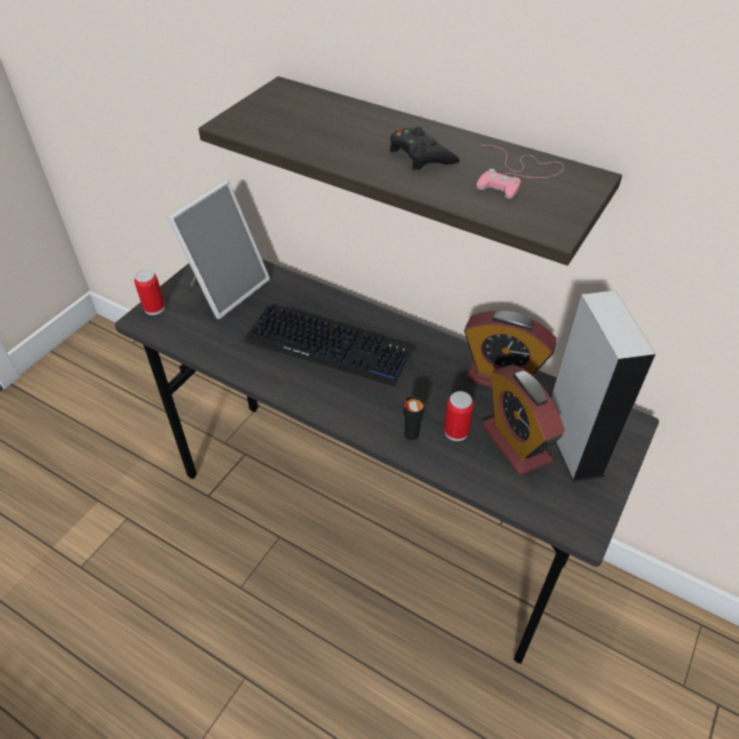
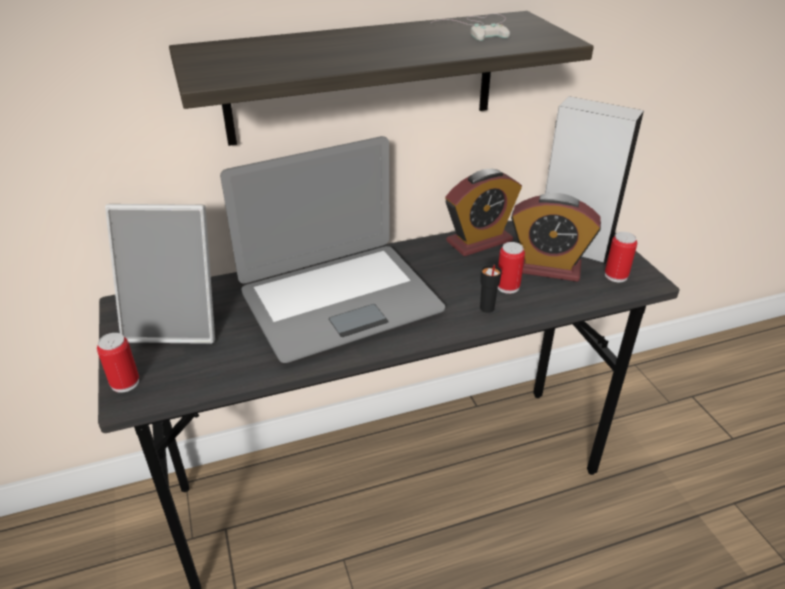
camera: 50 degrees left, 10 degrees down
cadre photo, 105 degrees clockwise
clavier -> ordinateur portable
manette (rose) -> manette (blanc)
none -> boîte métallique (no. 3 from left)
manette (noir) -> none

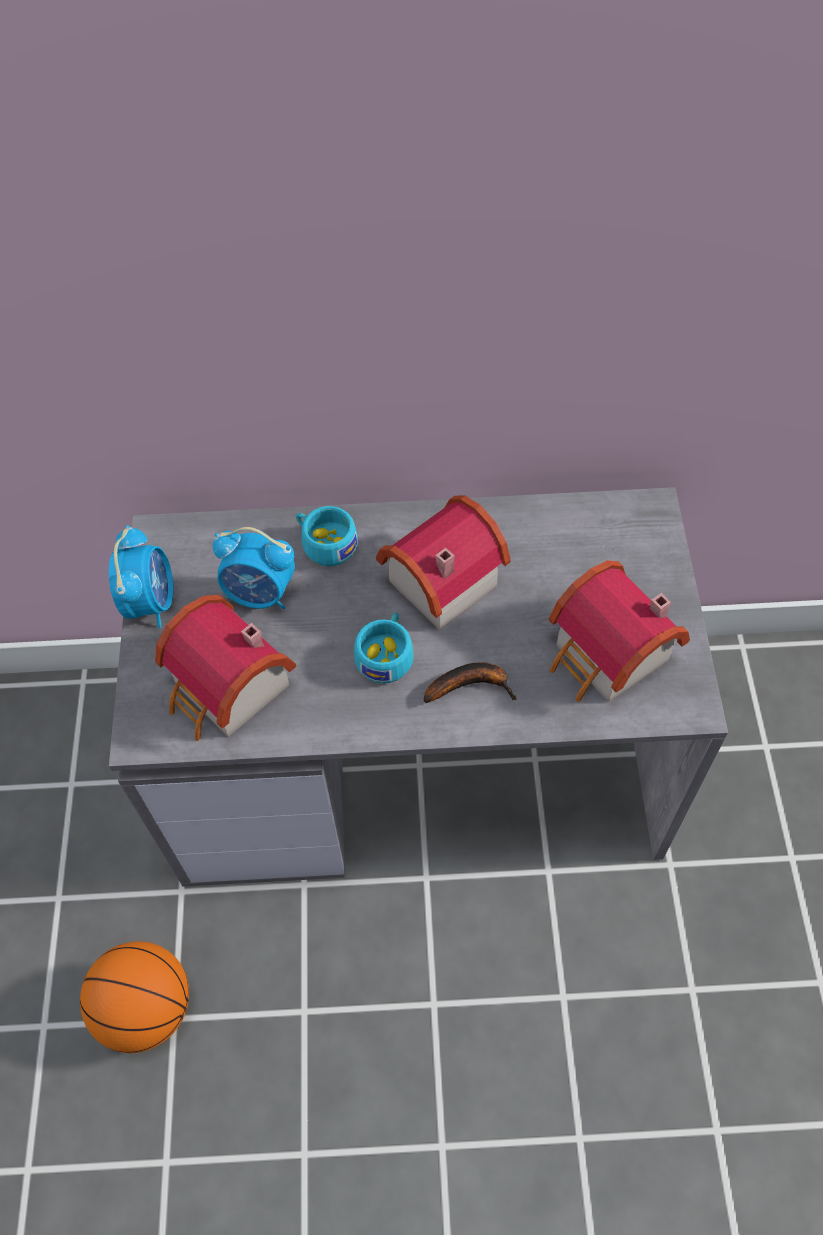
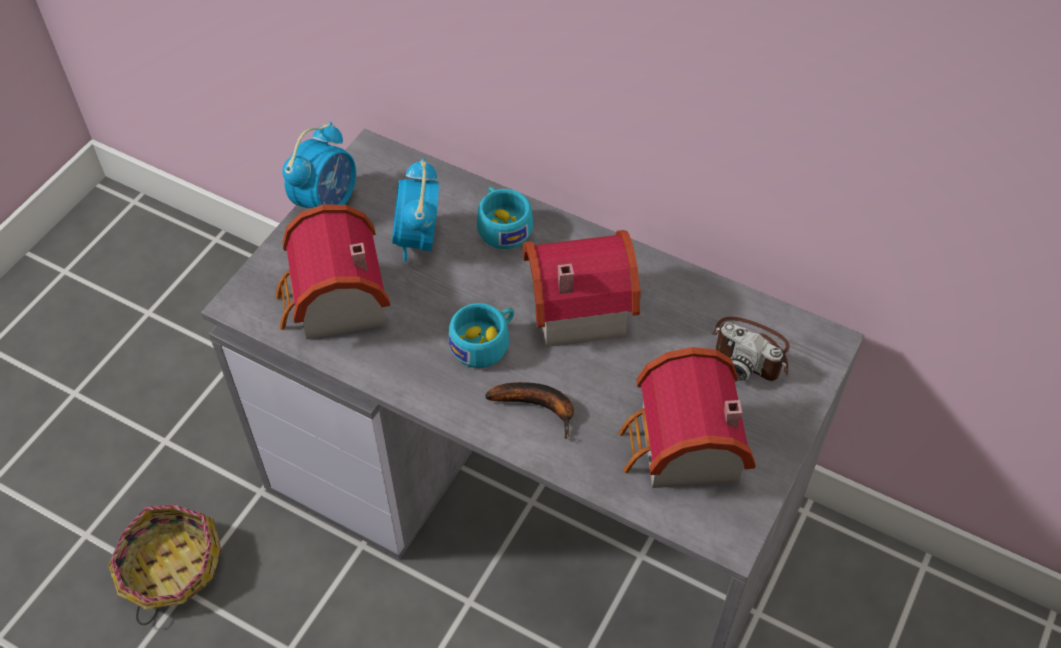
camera: 30 degrees right, 5 degrees down
ballon de basket -> panier
réveil (no. 2 from left), 45 degrees clockwise
none -> appareil photo

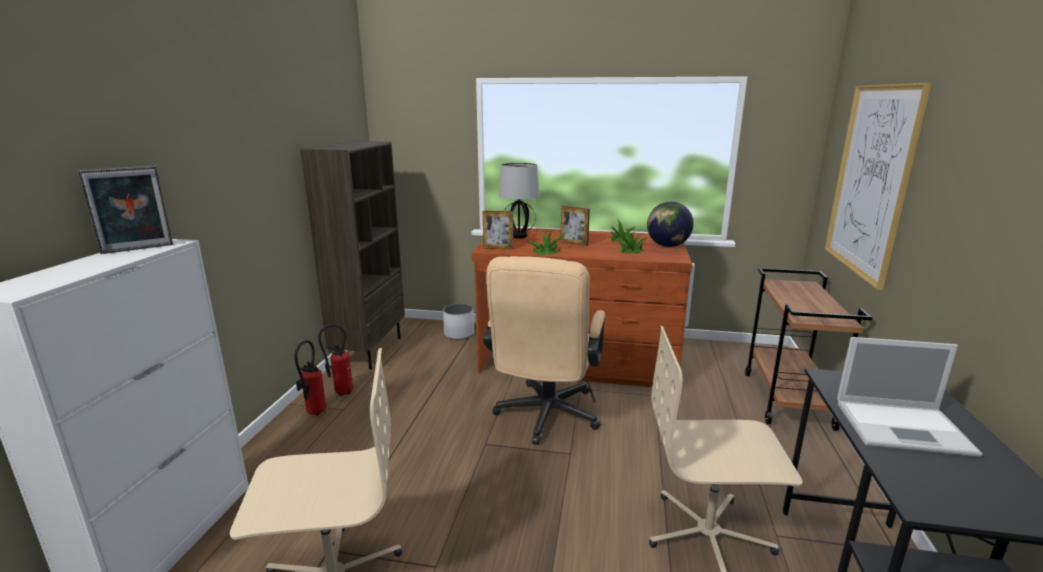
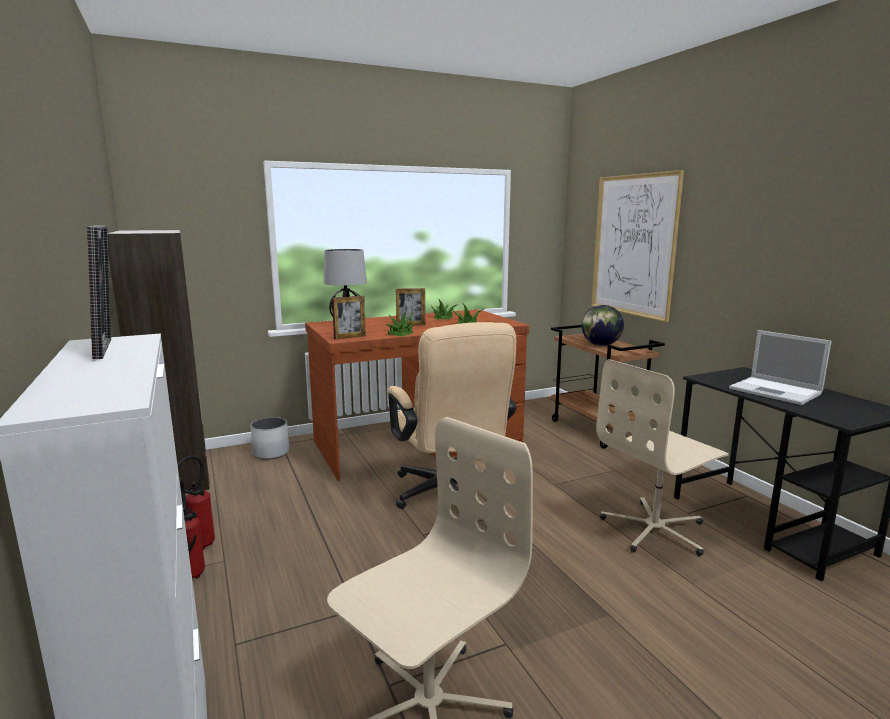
camera: 35 degrees left, 5 degrees down
cadre photo (no. 1 from left), 45 degrees counterclockwise
globe, shifted
ordinateur portable, 75 degrees clockwise

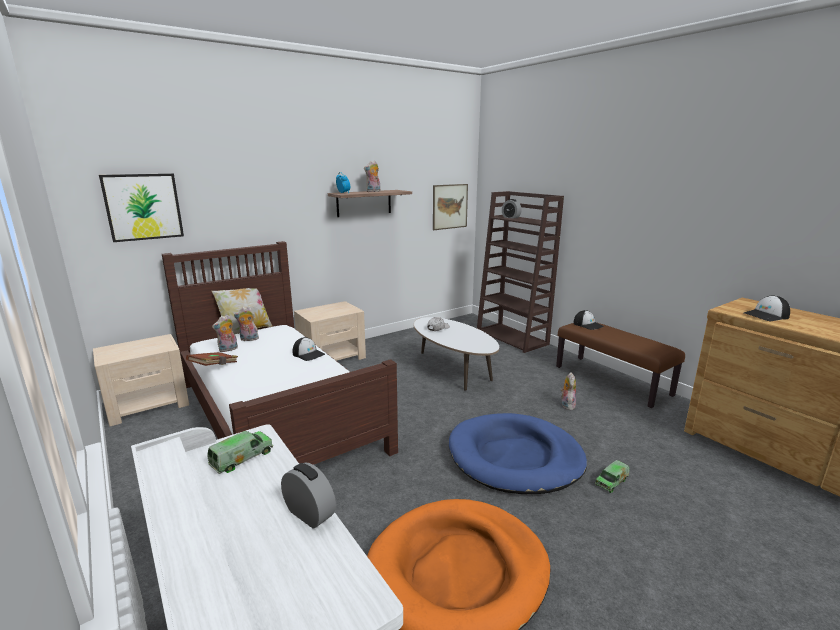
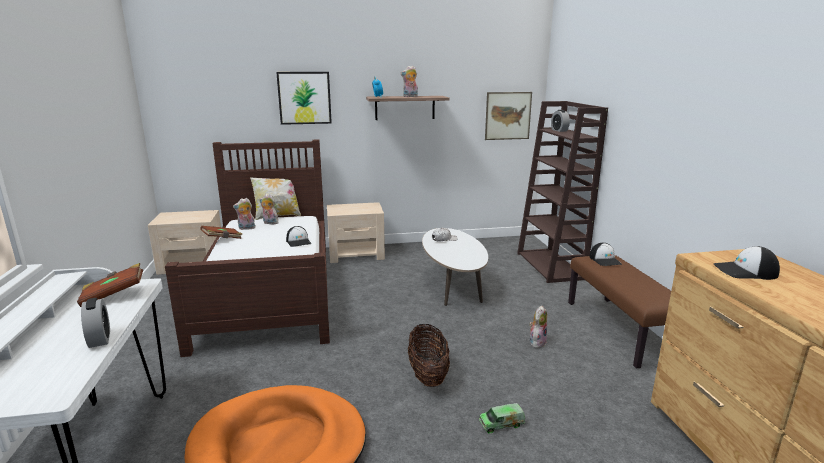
camera: 25 degrees right, 0 degrees up
camion jouet (no. 1 from left) -> livre (marron) (no. 1 from left)
tableau (no. 1 from left), shifted
panier pour chien (bleu) -> panier

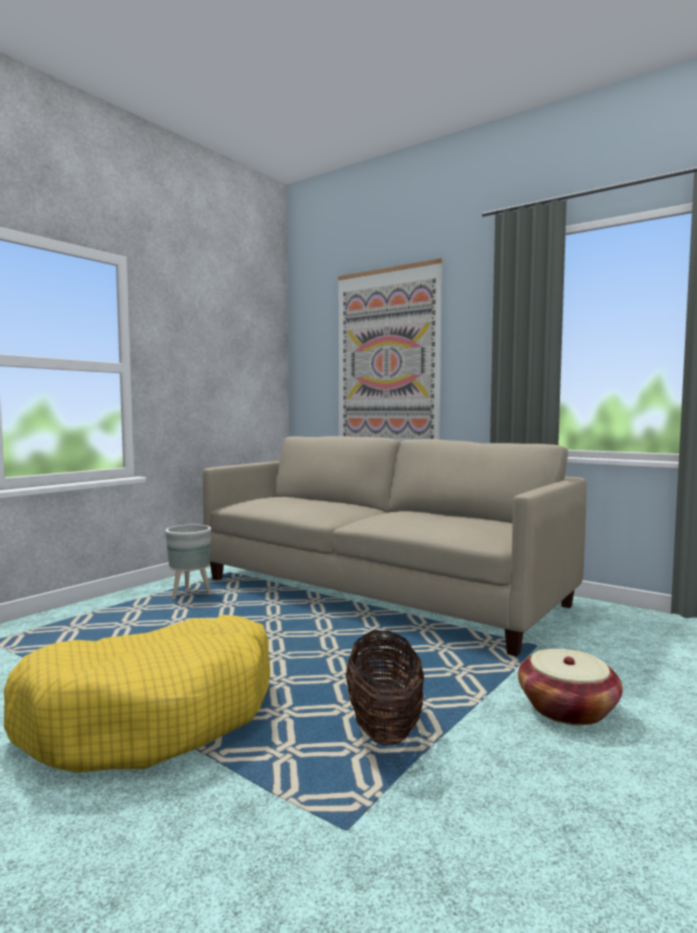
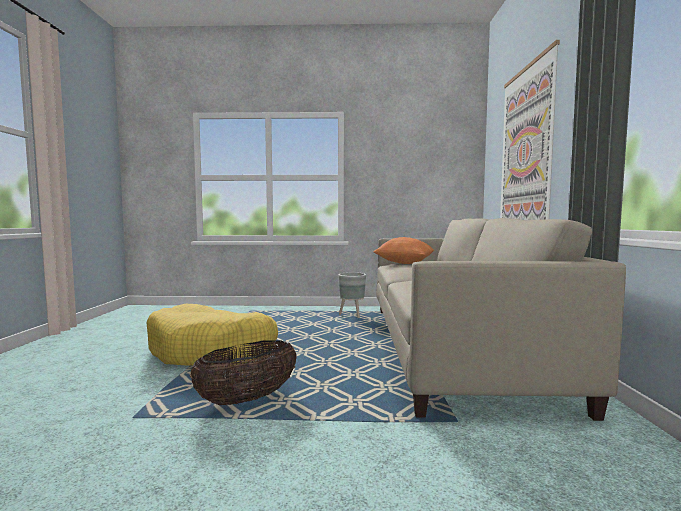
camera: 55 degrees right, 0 degrees up
none -> coussin (orange)
panier (no. 2 from left) -> none

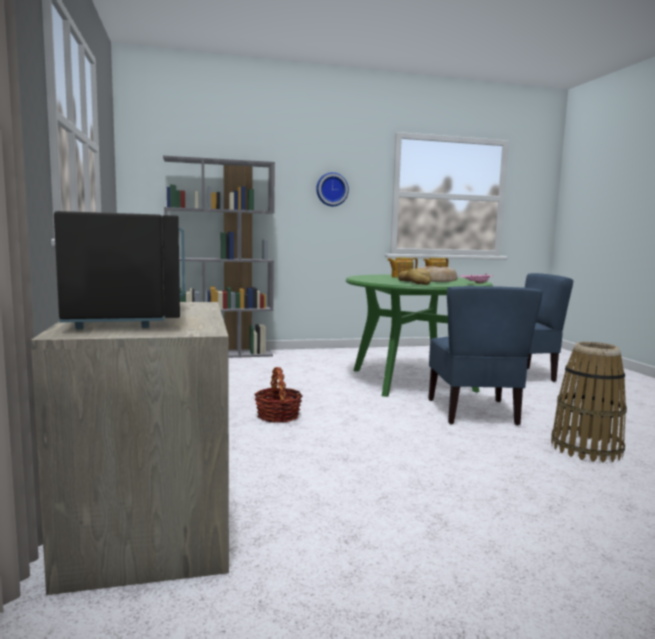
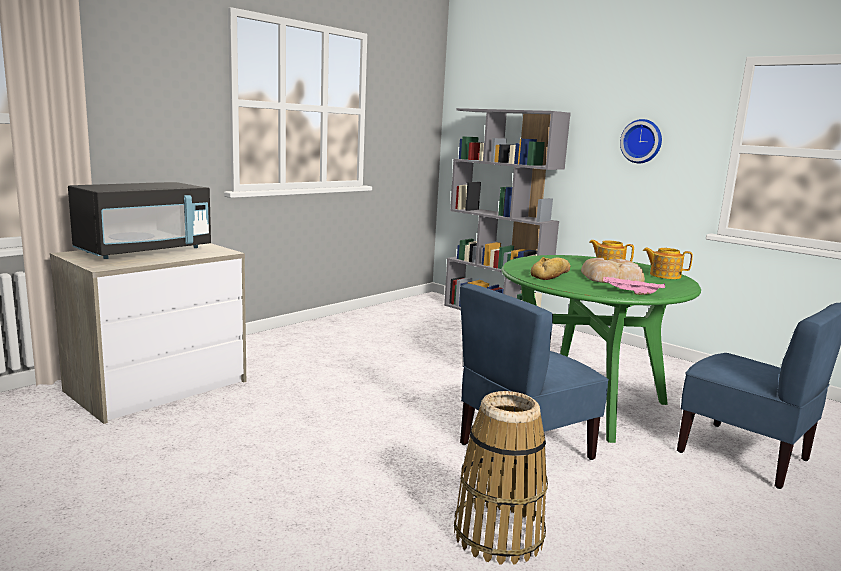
camera: 55 degrees right, 5 degrees up
panier (no. 1 from left) -> none

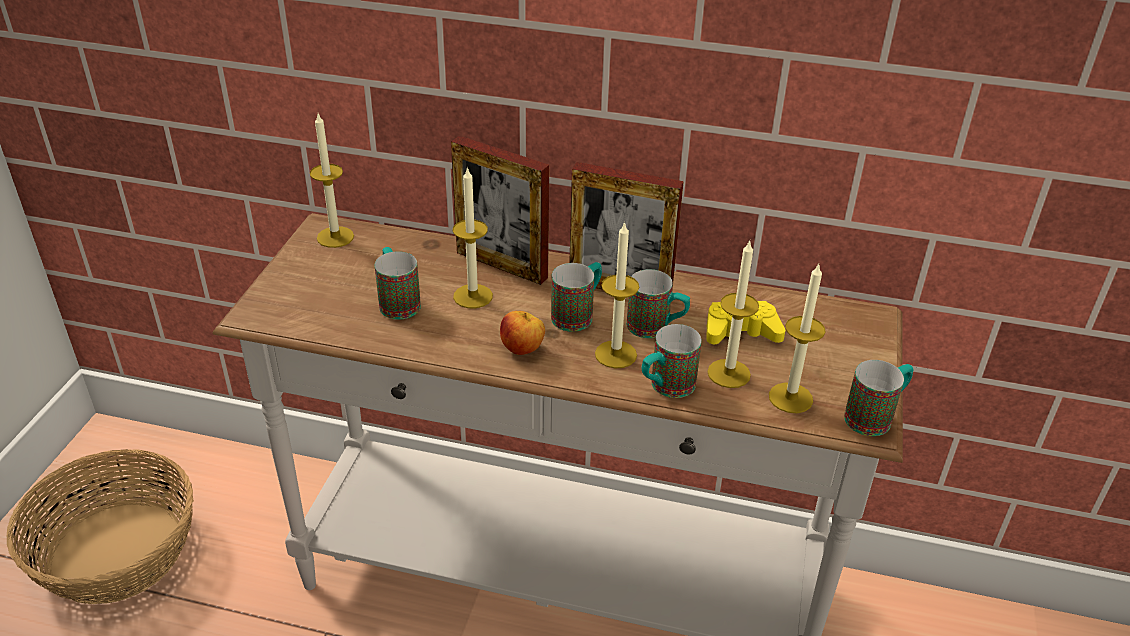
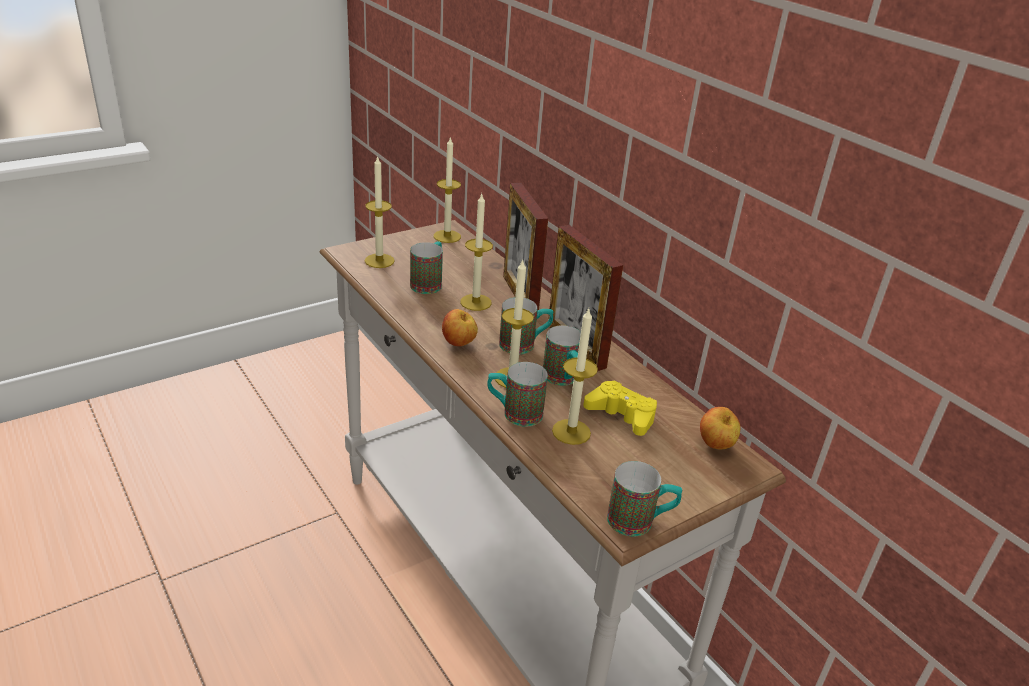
camera: 40 degrees right, 5 degrees down
bougie (no. 5 from left in the first image) -> bougie (no. 1 from left), shifted
none -> pomme (no. 2 from left)
panier -> none

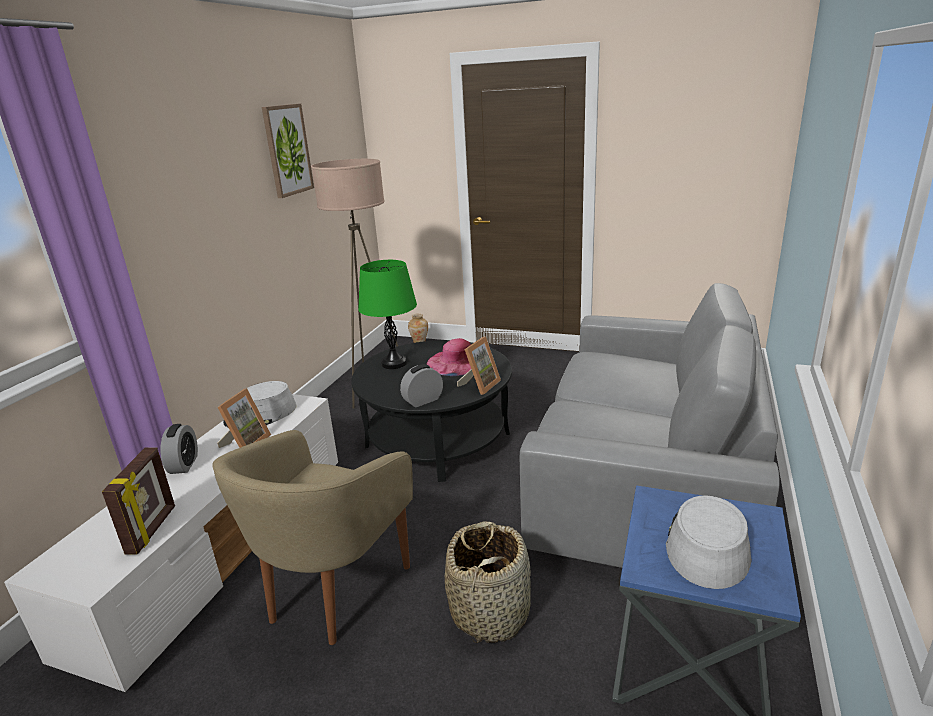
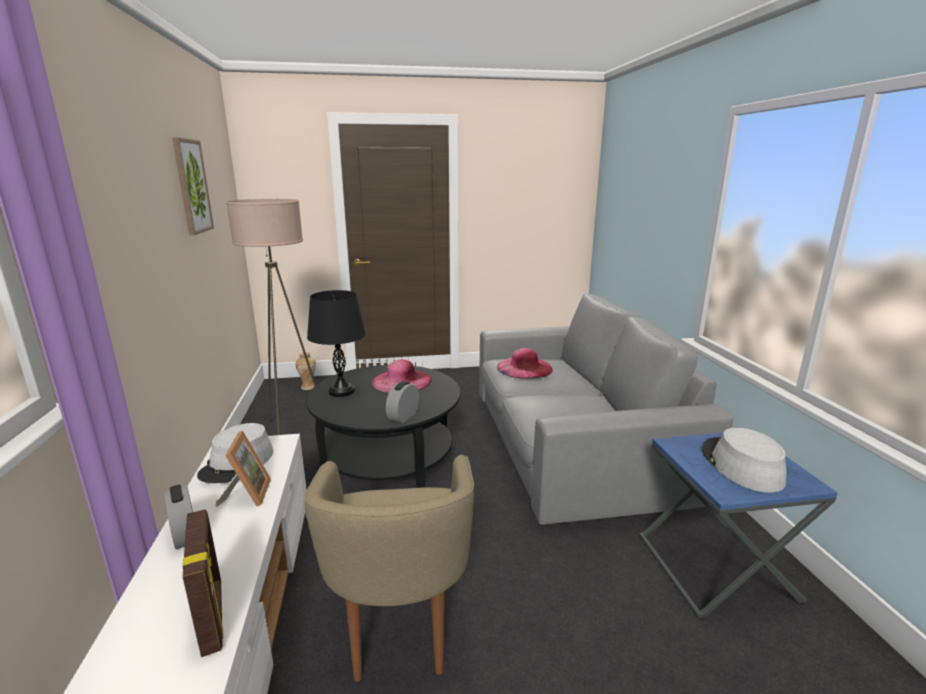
camera: 30 degrees left, 5 degrees down
lampe de table (vert) -> lampe de table (noir)
none -> chapeau (rose) (no. 2 from left)
panier -> none
cadre photo (no. 3 from left) -> none

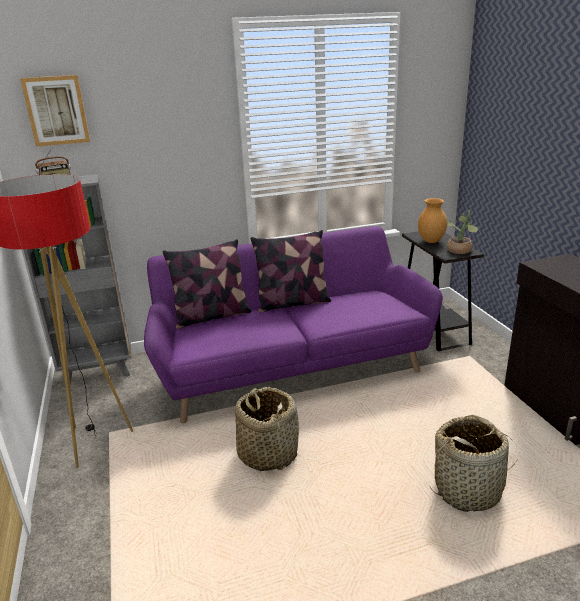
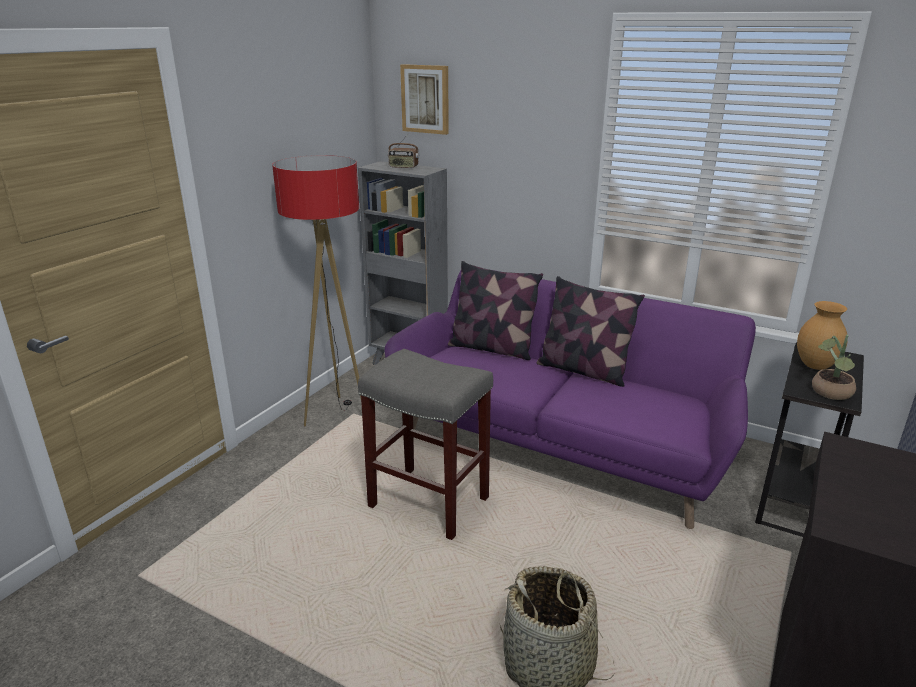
camera: 45 degrees right, 0 degrees up
panier (no. 1 from left) -> tabouret (gris)

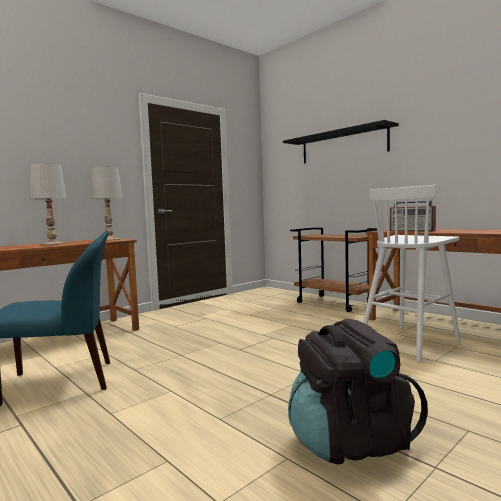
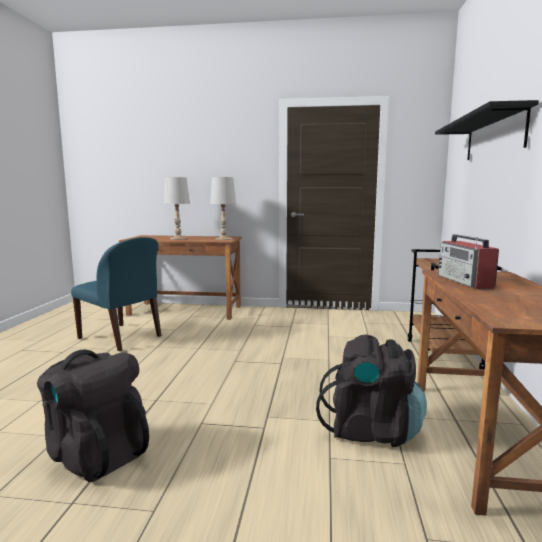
camera: 50 degrees right, 5 degrees up
tabouret (blanc) -> sac à dos (noir) (no. 2 from left)

